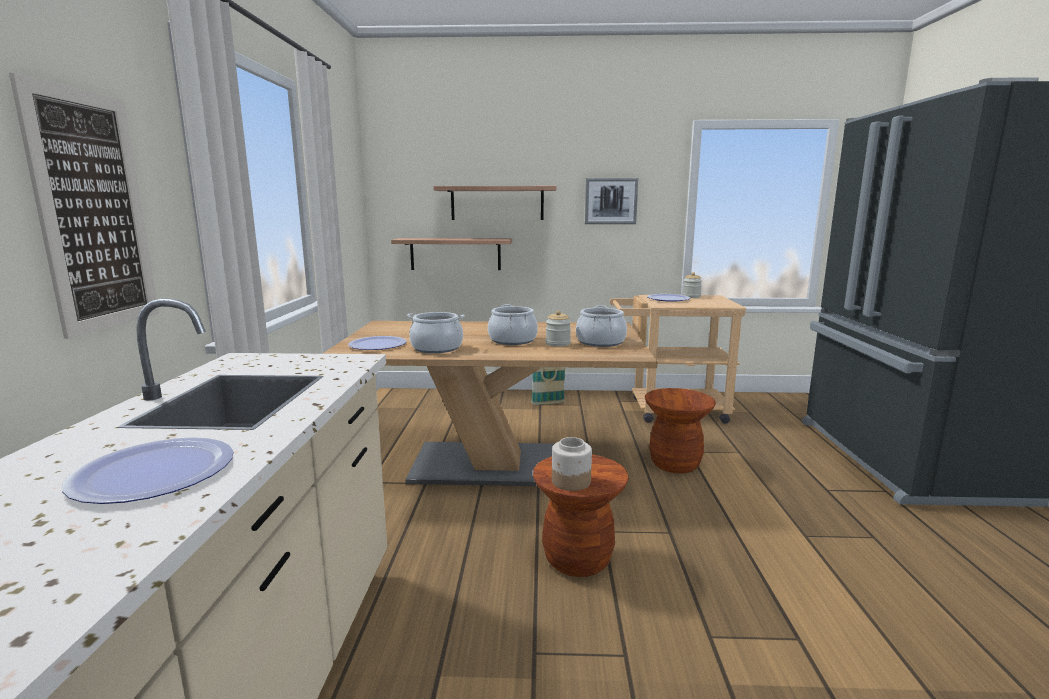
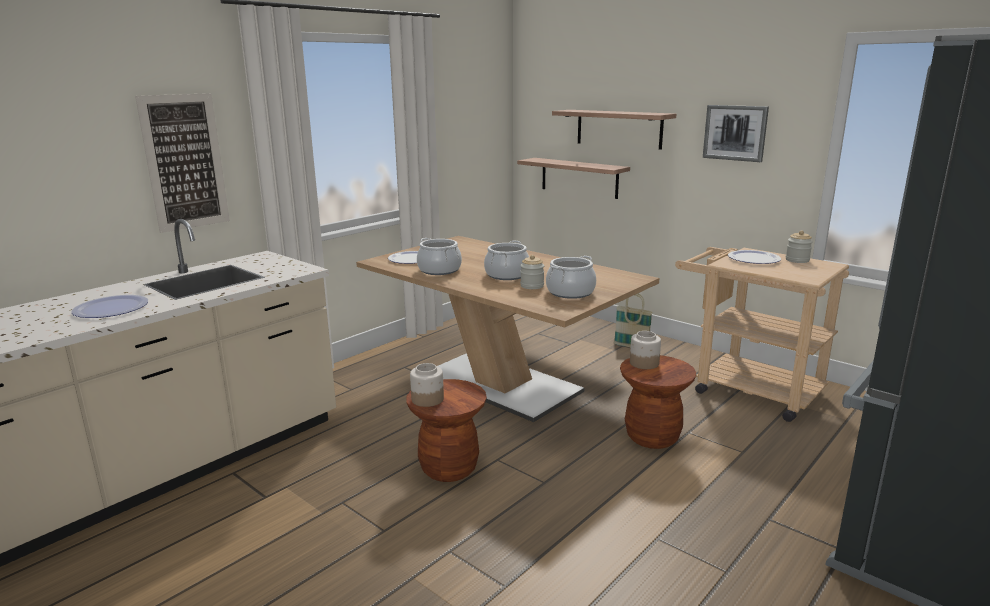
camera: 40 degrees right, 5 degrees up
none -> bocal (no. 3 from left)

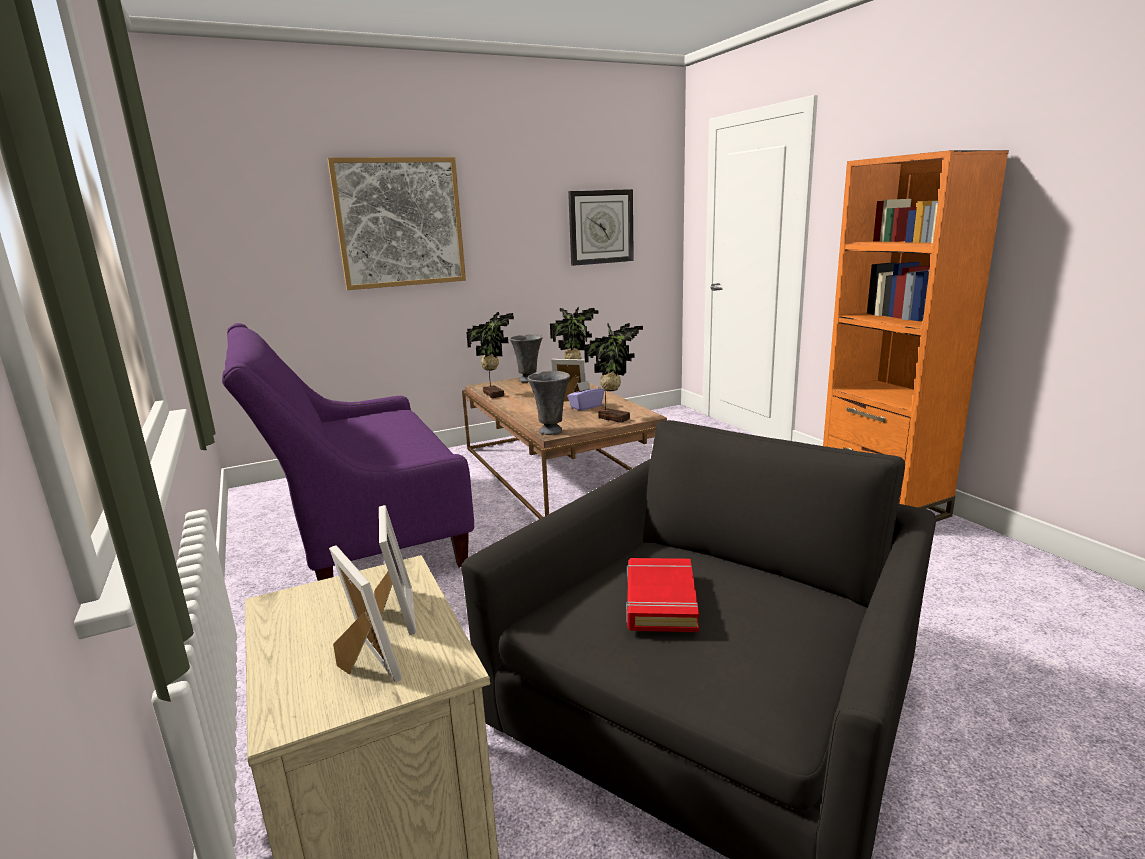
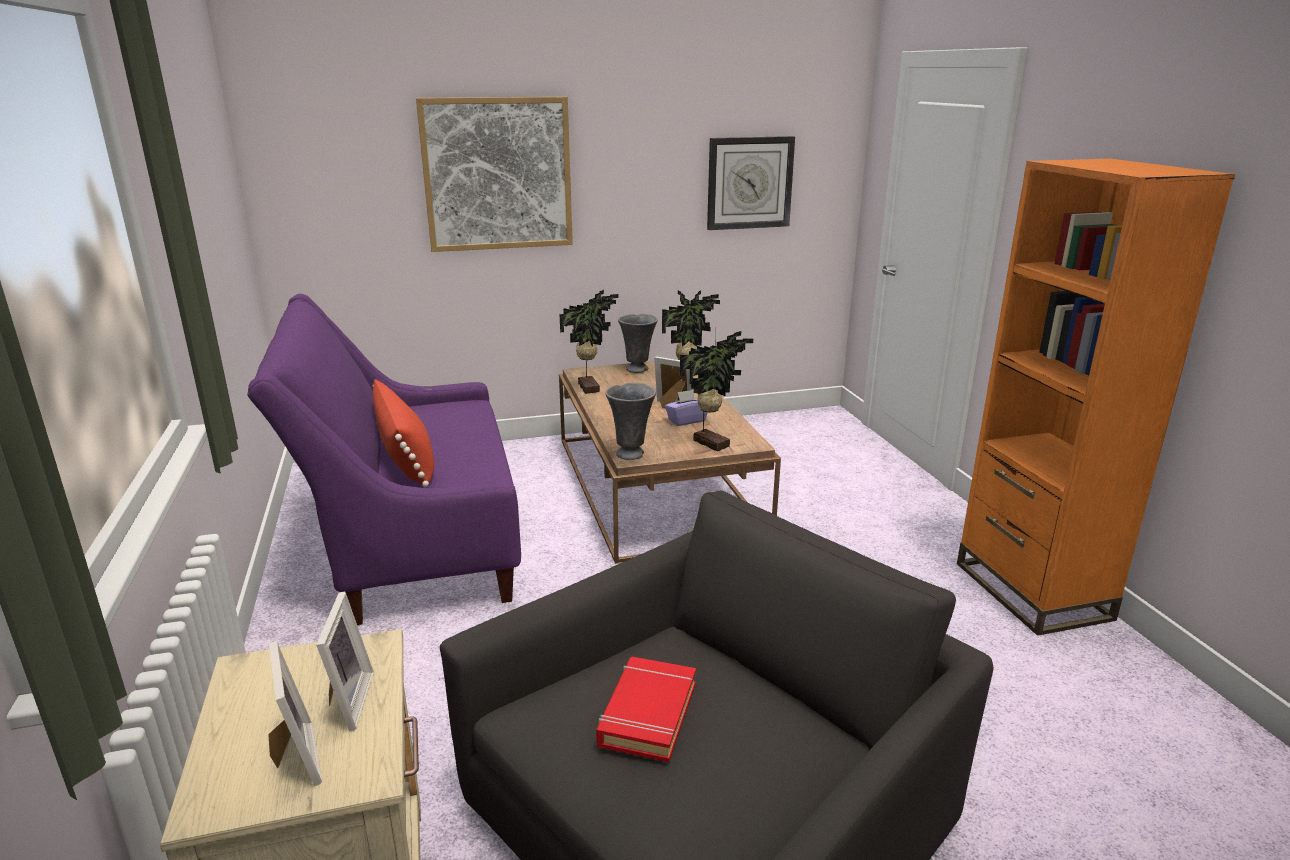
camera: 10 degrees right, 5 degrees up
none -> coussin (rouge)

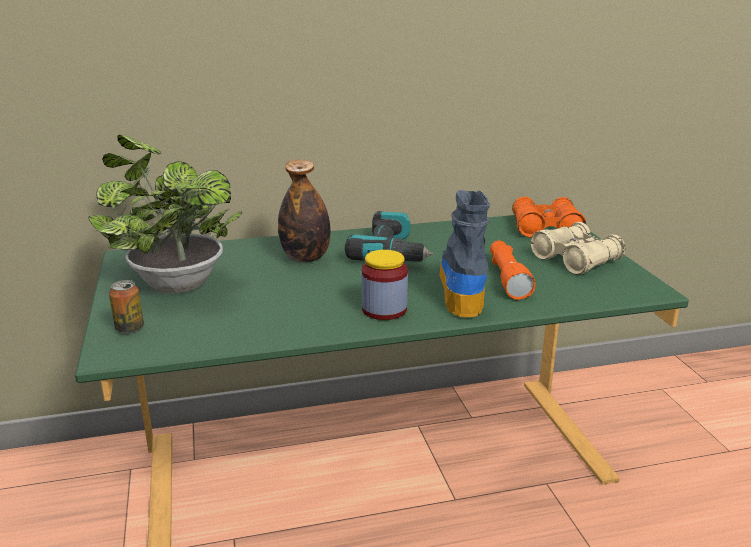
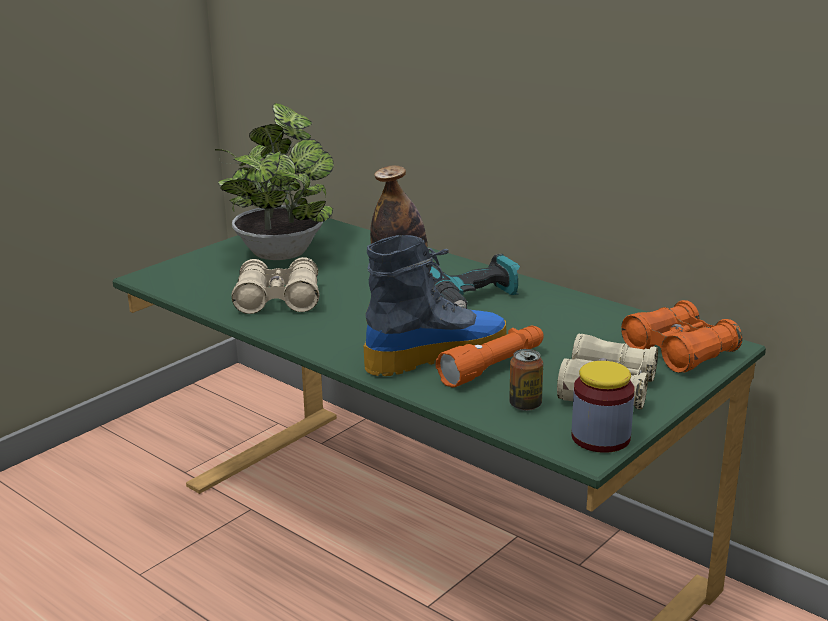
camera: 55 degrees right, 0 degrees up
none -> jumelles (beige) (no. 1 from left)
boîte métallique, shifted
bocal, shifted

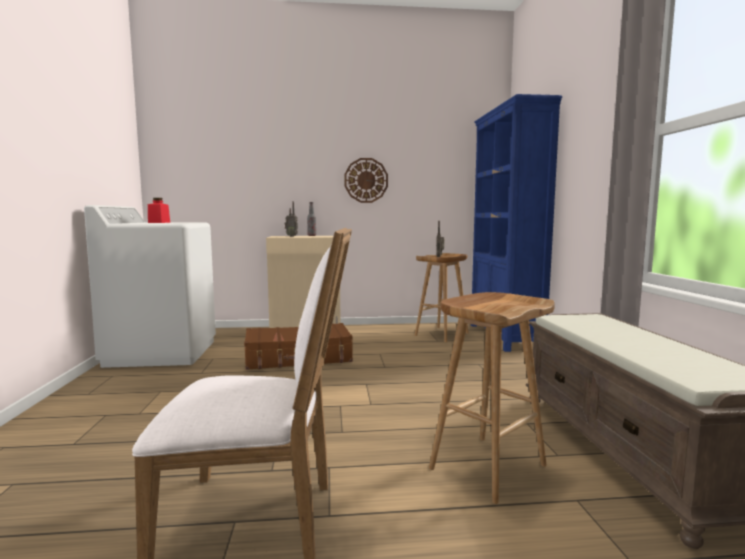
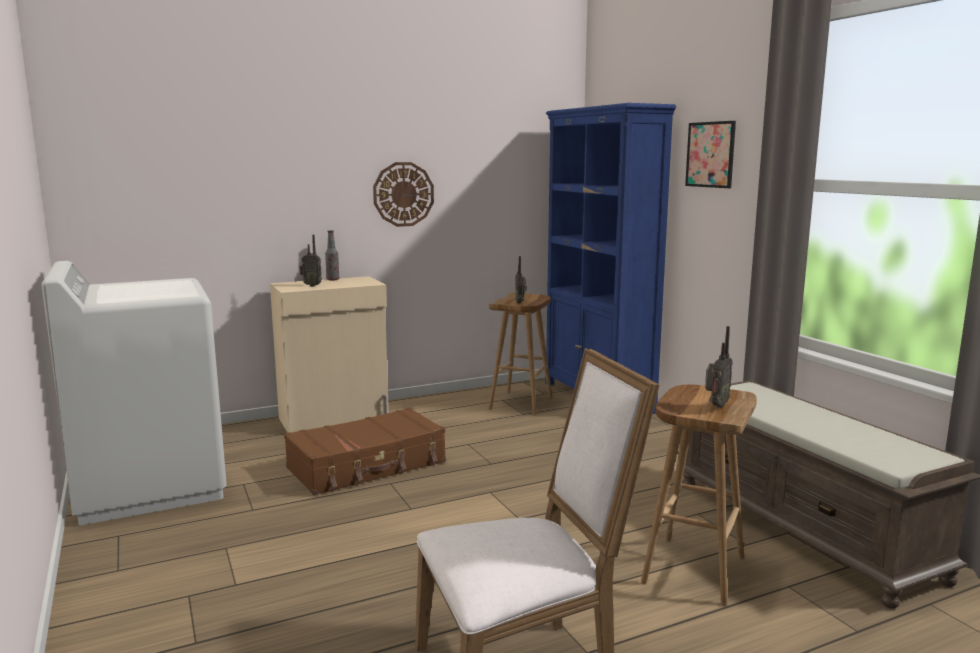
camera: 20 degrees left, 5 degrees up
none -> tableau
none -> radio (no. 3 from left)
bocal (rouge) -> none

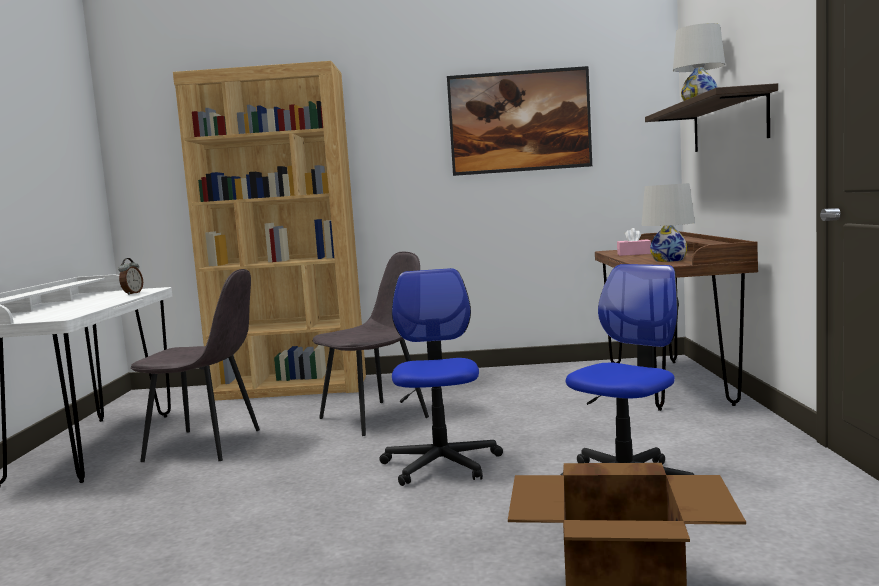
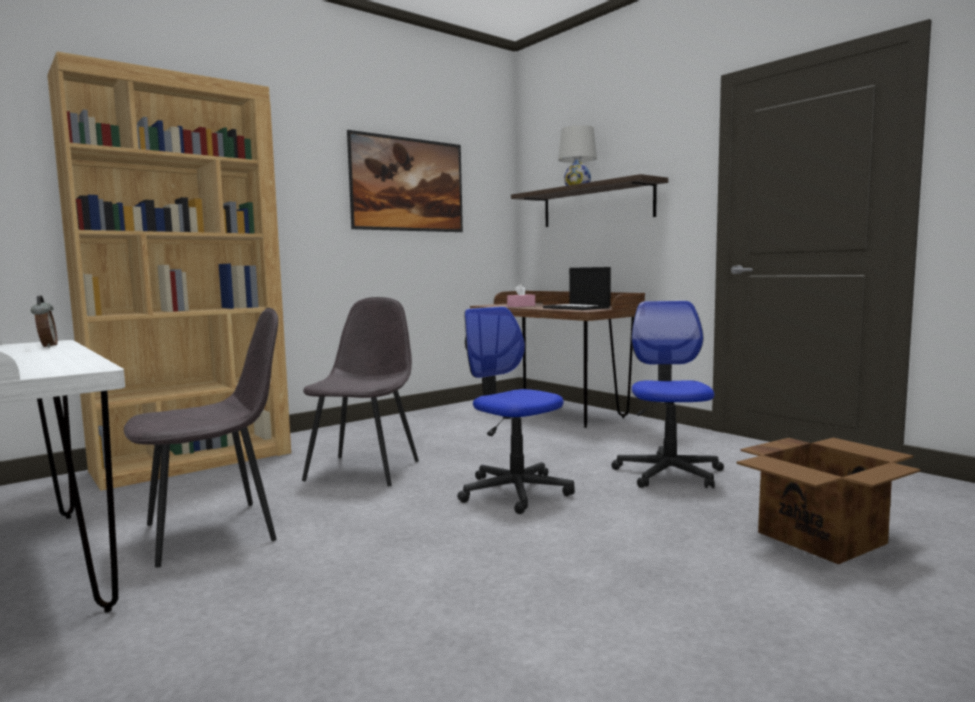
camera: 40 degrees left, 0 degrees up
lampe de table (blanc) (no. 1 from left) -> ordinateur portable

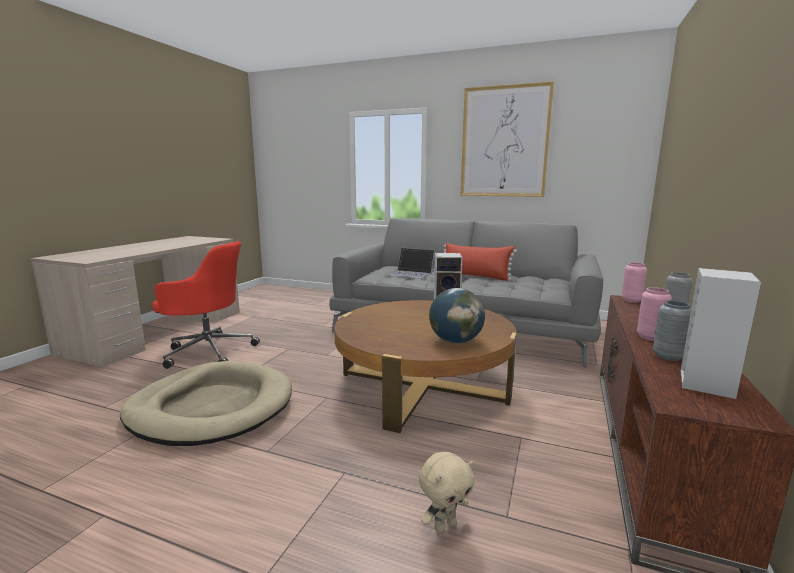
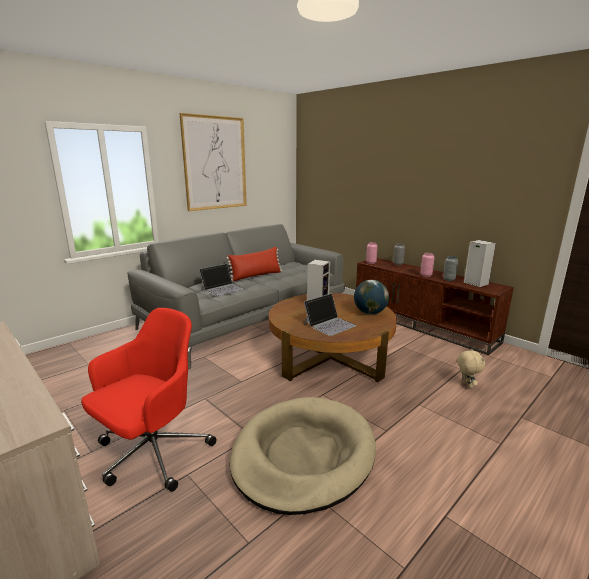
camera: 65 degrees left, 5 degrees up
none -> ordinateur portable (no. 2 from left)

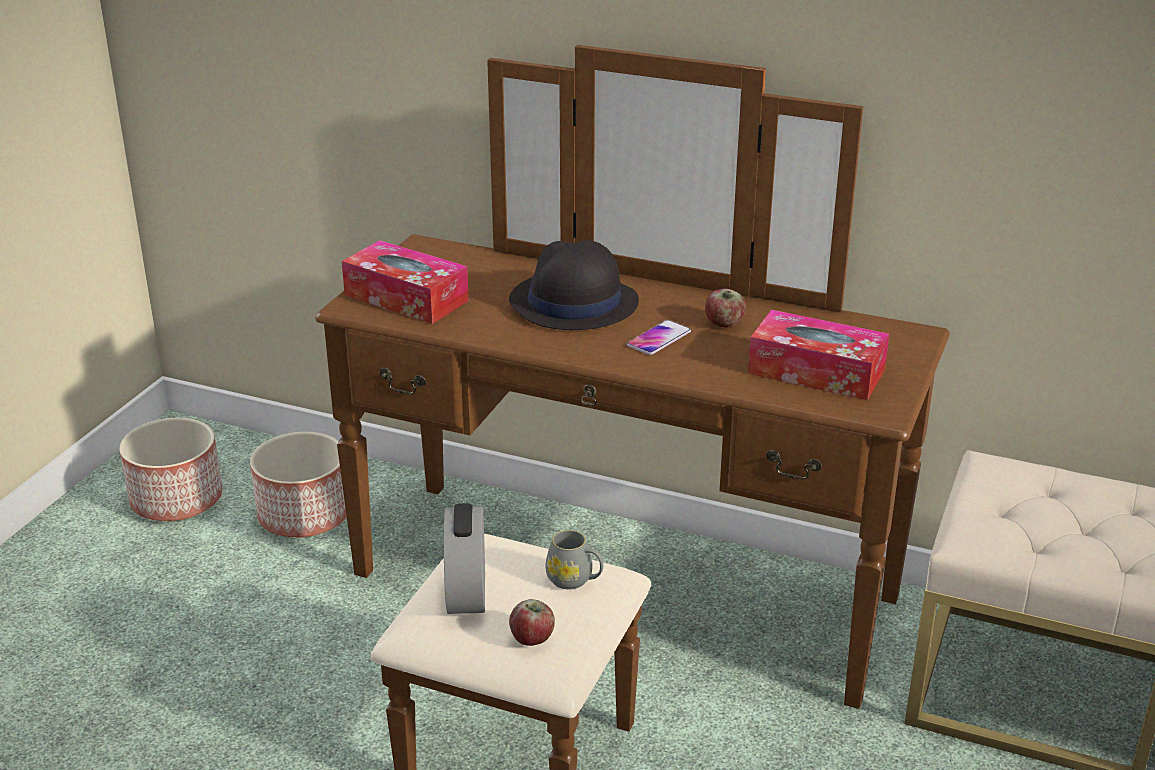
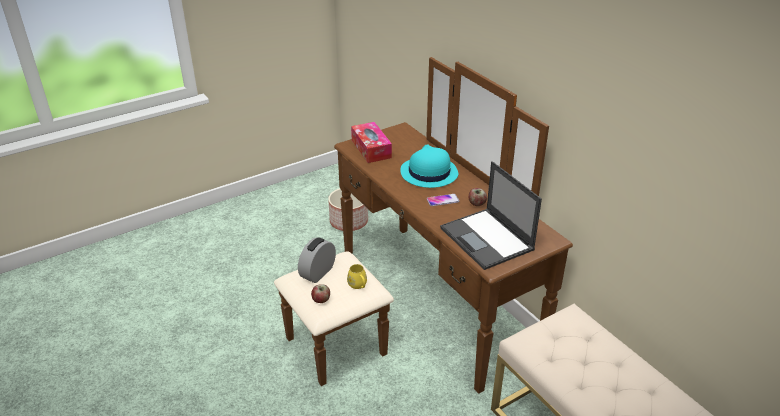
camera: 35 degrees right, 5 degrees up
mug (gris) -> mug (jaune)
chapeau (noir) -> chapeau (turquoise)
boîte à mouchoirs (no. 2 from left) -> ordinateur portable
cache-pot (no. 1 from left) -> none

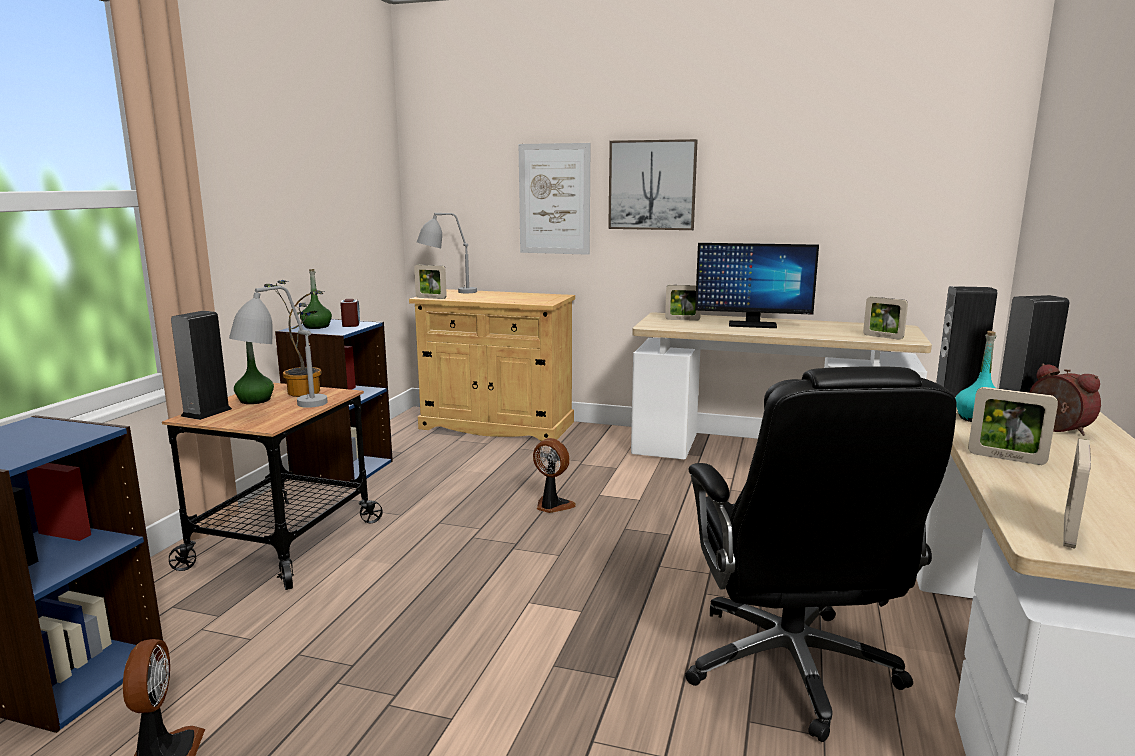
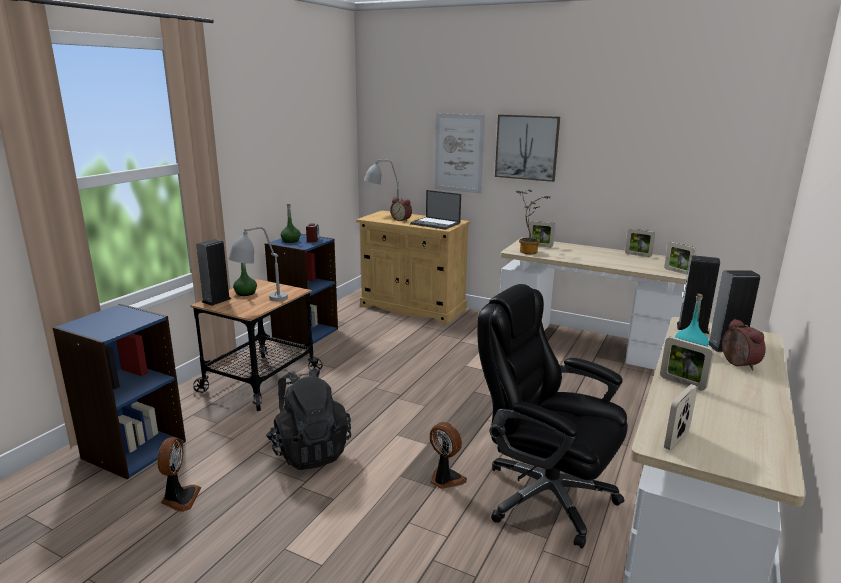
camera: 10 degrees right, 5 degrees up
none -> sac à dos (noir)
none -> réveil (no. 2 from left)
none -> ordinateur portable
ventilateur (no. 2 from left), shifted
chaise de bureau (noir), 120 degrees clockwise
plante en pot, shifted
cadre photo (no. 1 from left in the first image) -> cadre photo (no. 2 from left), shifted
écran d'ordinateur -> none

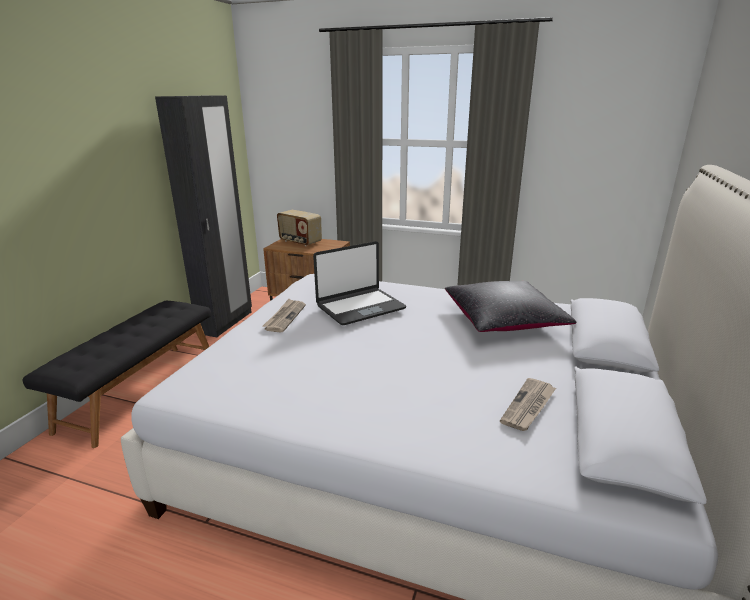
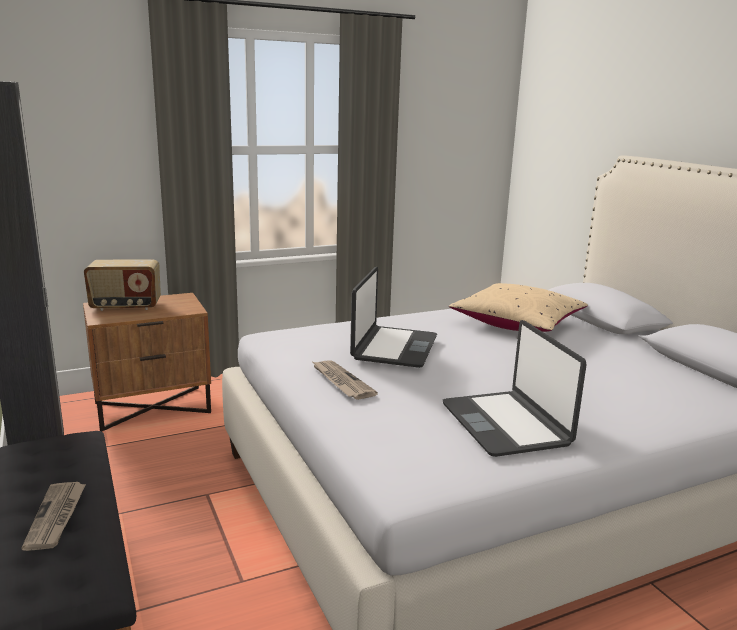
camera: 45 degrees left, 5 degrees down
journal (no. 2 from left in the first image) -> journal (no. 1 from left), shifted
none -> ordinateur portable (no. 2 from left)
coussin (noir) -> coussin (beige)

